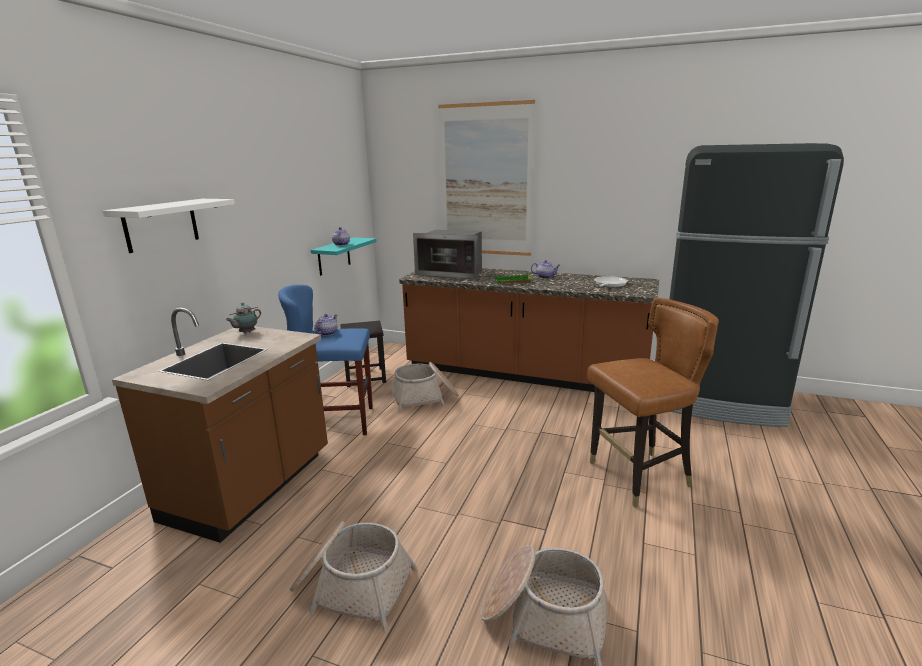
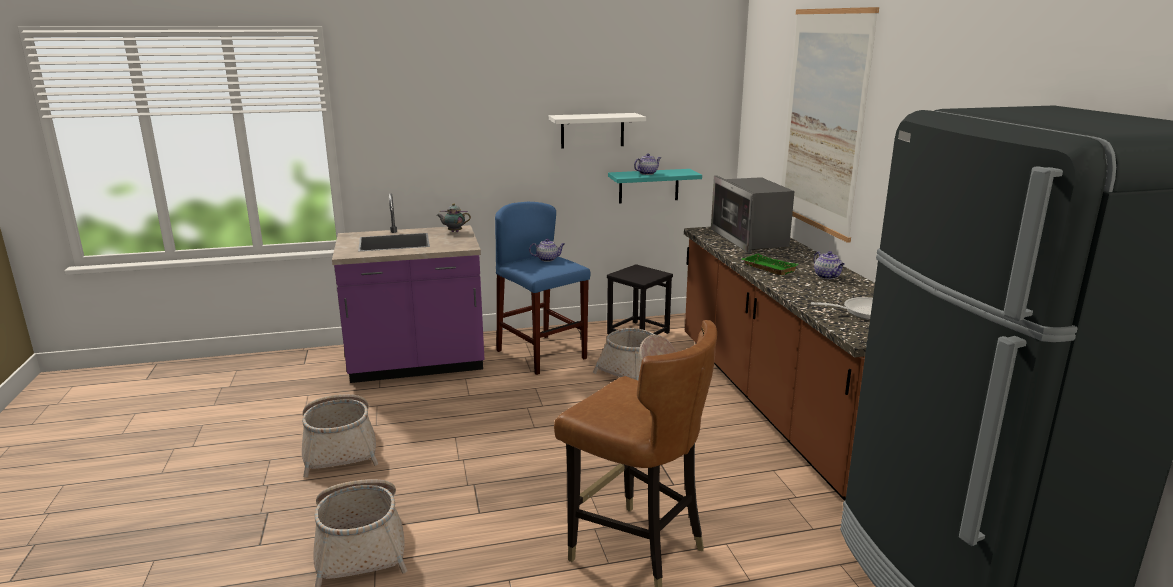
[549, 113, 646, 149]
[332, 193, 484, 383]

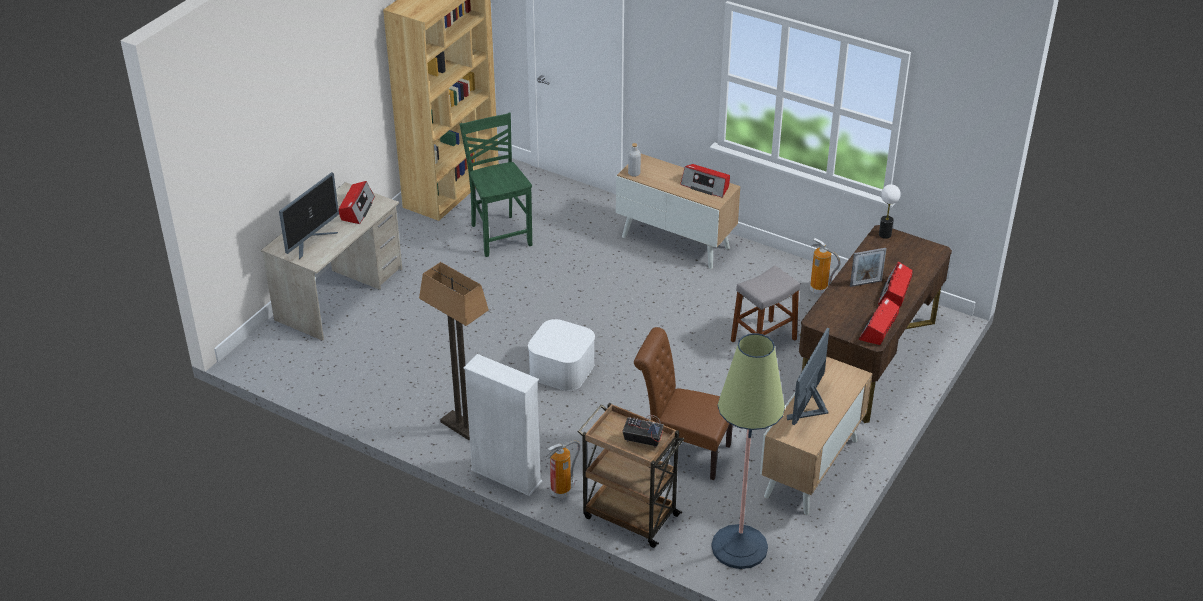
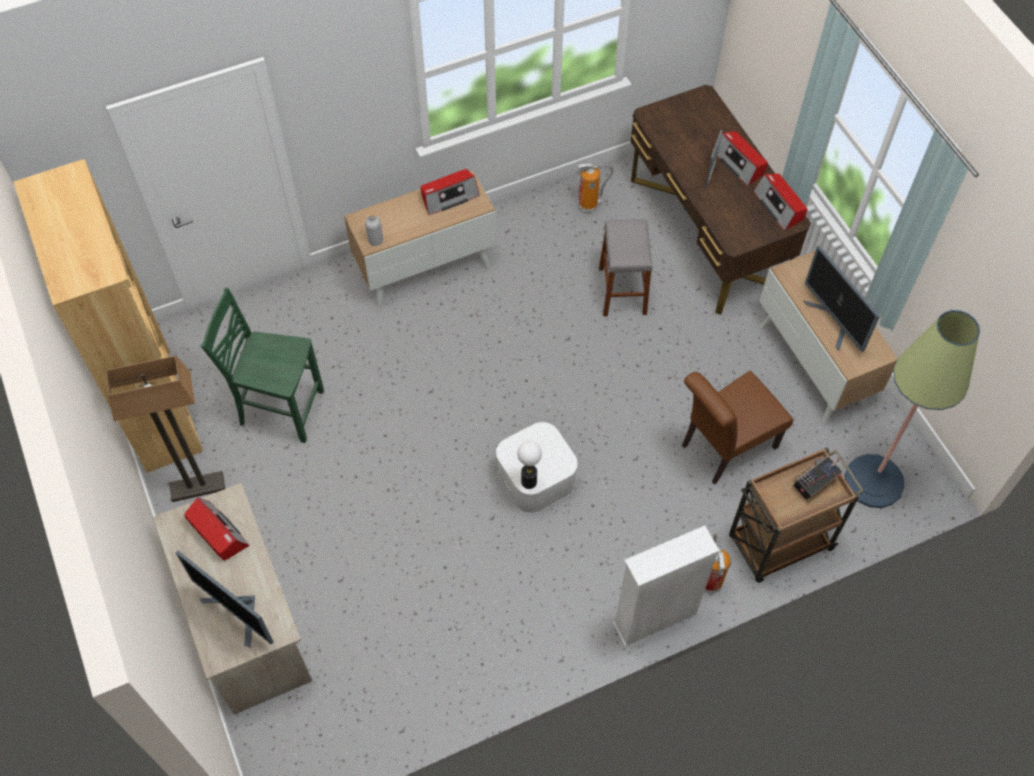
[176, 551, 273, 648]
[517, 441, 542, 489]
[106, 356, 225, 502]

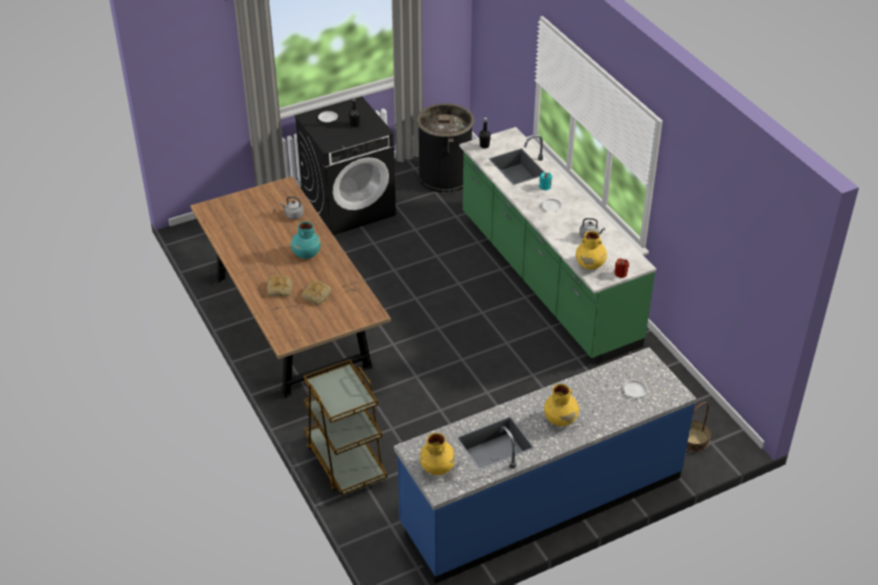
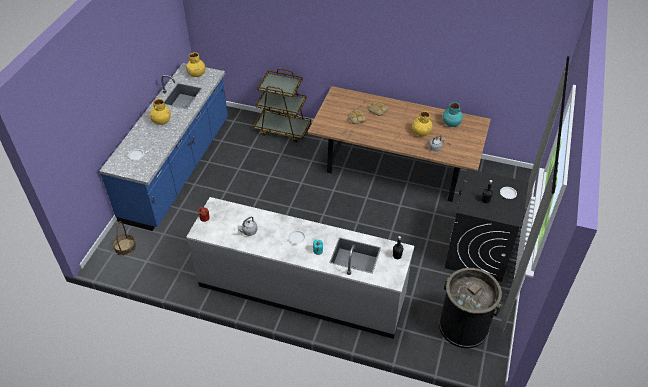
[186, 197, 414, 339]
[442, 102, 463, 127]
[412, 111, 433, 136]

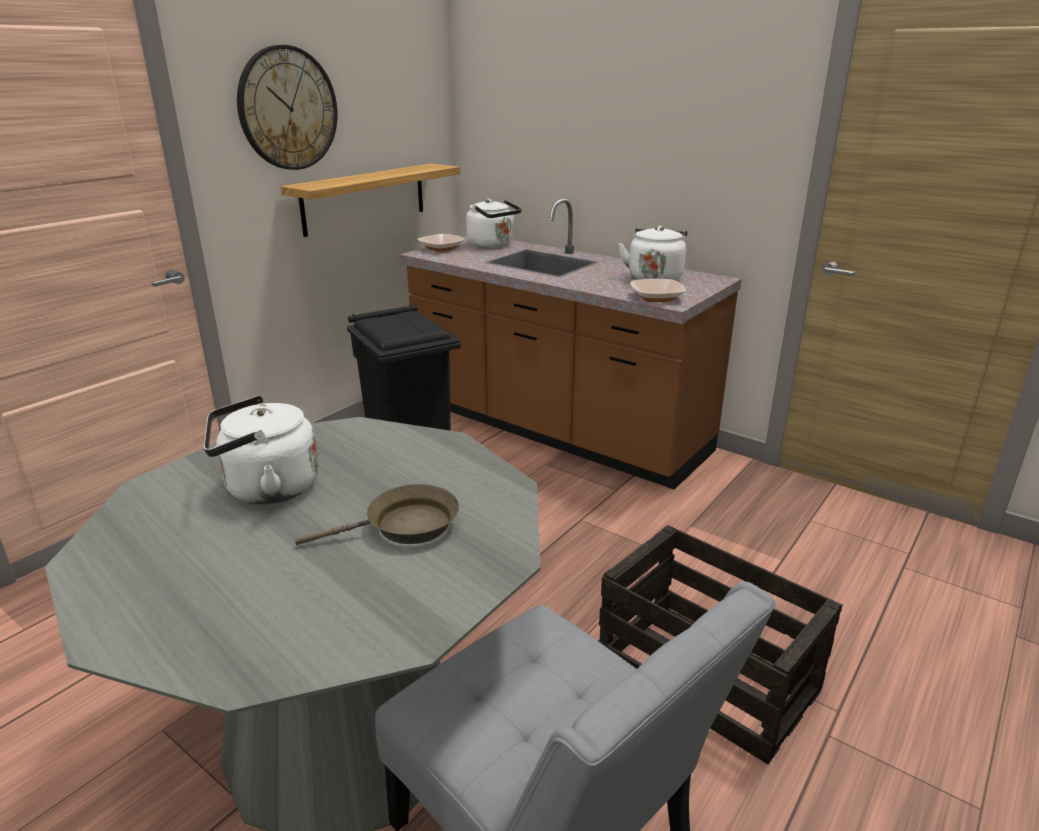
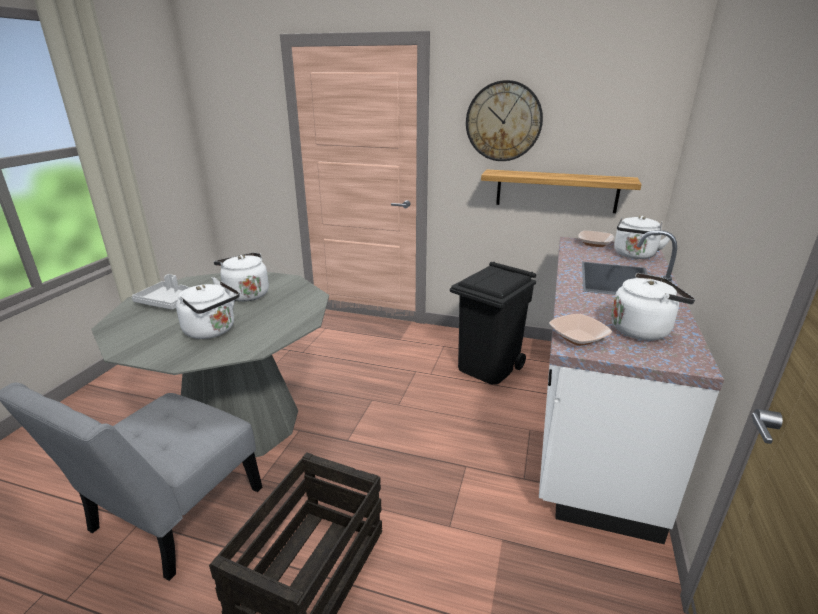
[539, 230, 724, 544]
[176, 281, 240, 339]
[132, 274, 190, 310]

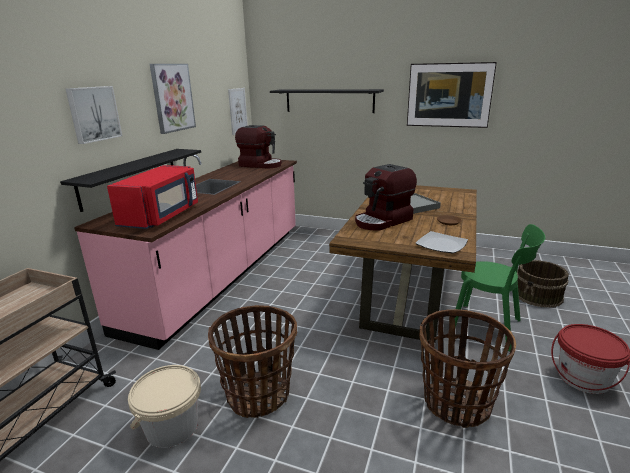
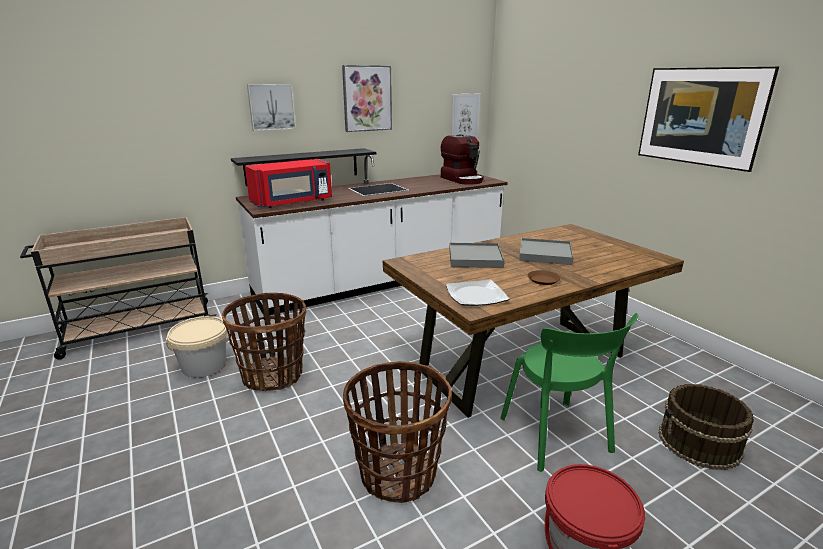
[270, 89, 384, 113] (first image)
[236, 155, 508, 315]
[449, 243, 505, 268]

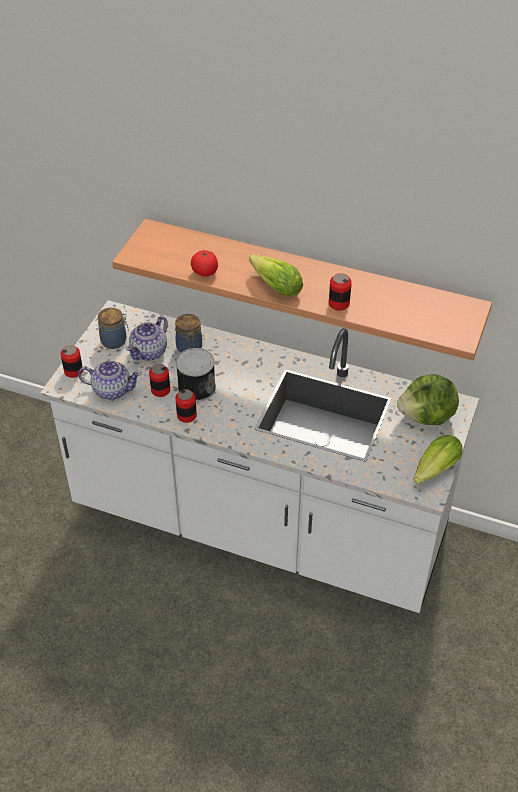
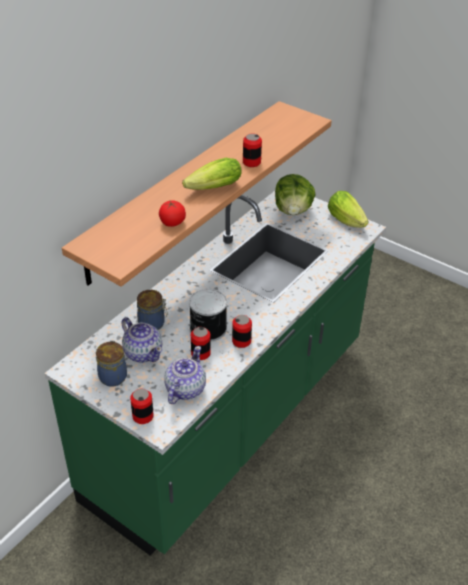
[44, 191, 386, 556]

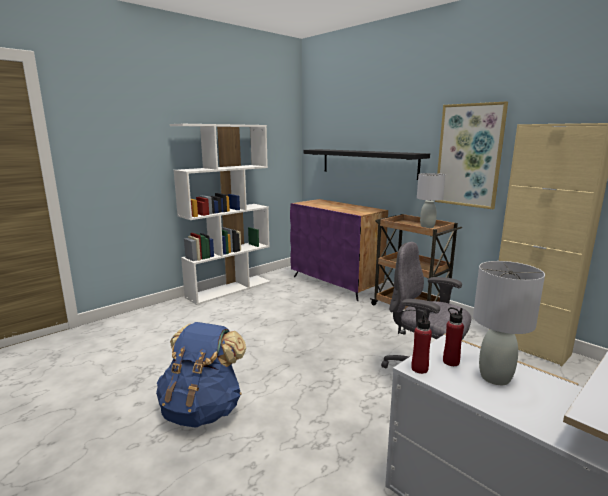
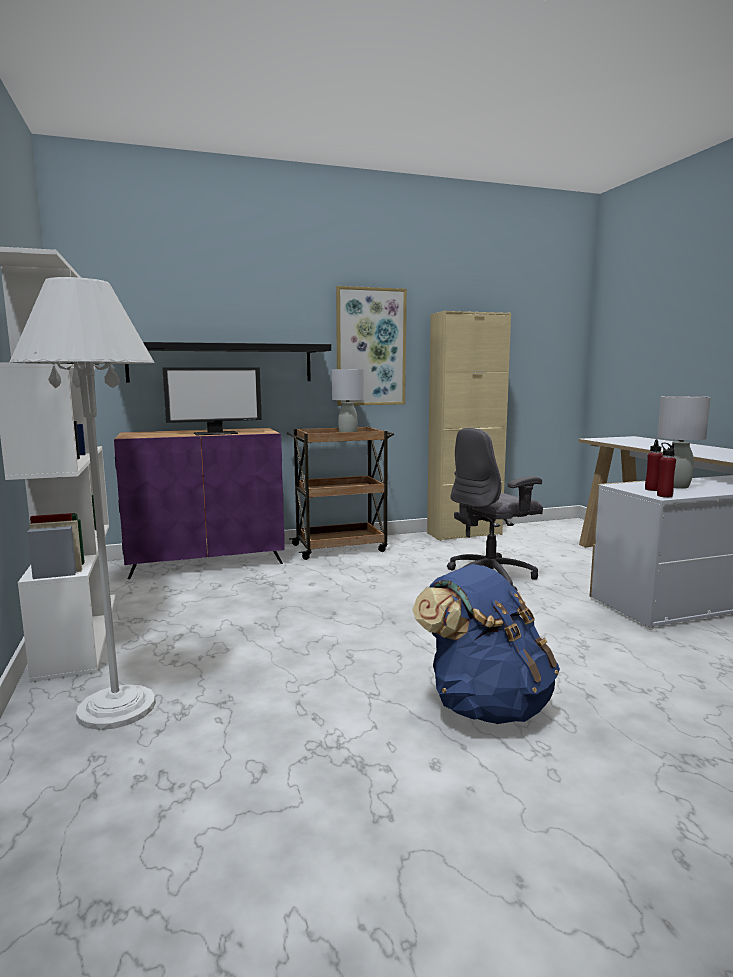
[9, 277, 156, 730]
[162, 368, 262, 436]

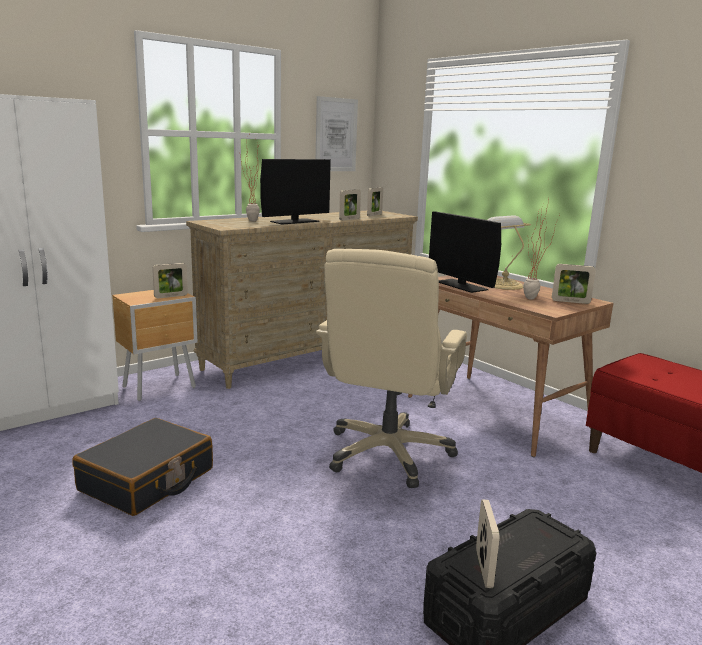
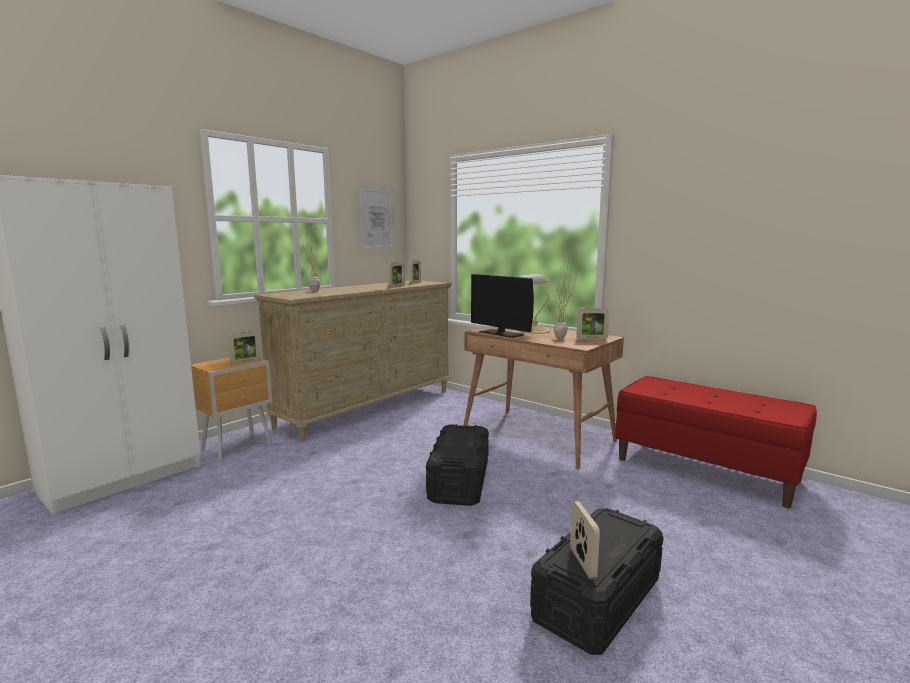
[260, 159, 331, 225] (first image)
[426, 424, 489, 506]
[72, 418, 213, 516] (first image)

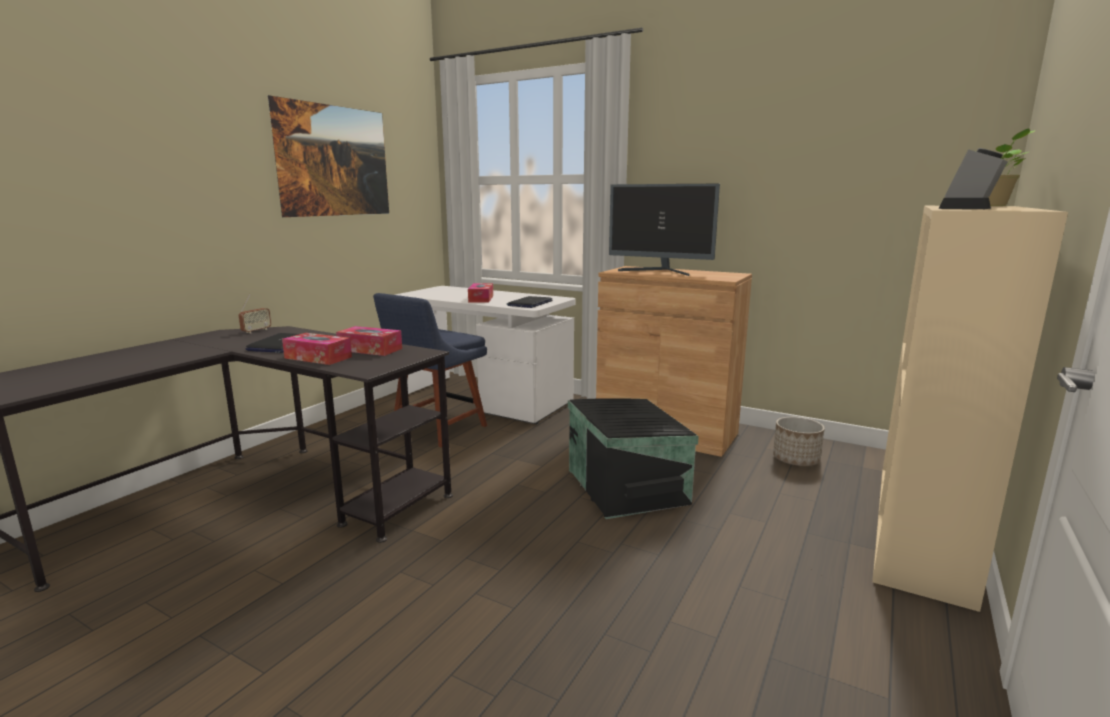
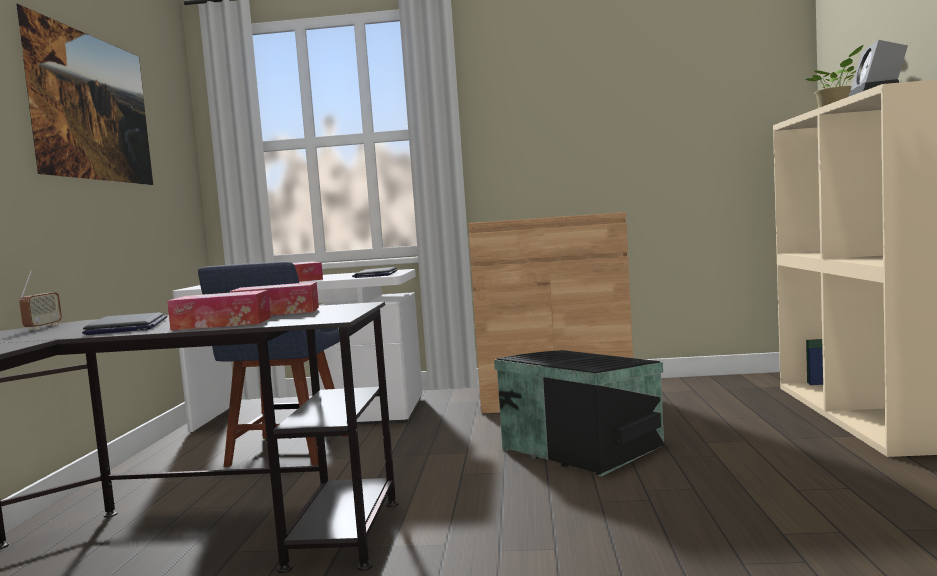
[609, 184, 720, 276] (first image)
[773, 417, 825, 466] (first image)

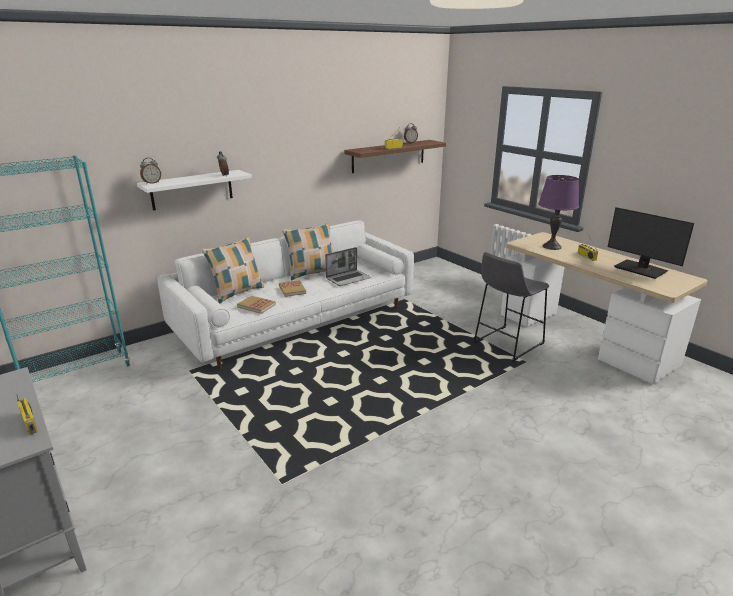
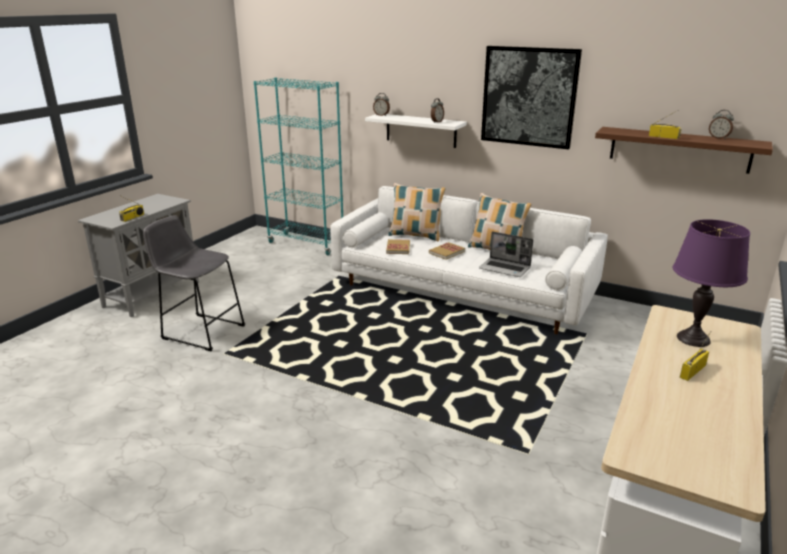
[608, 207, 694, 279] (first image)
[143, 215, 245, 351]
[481, 46, 582, 149]

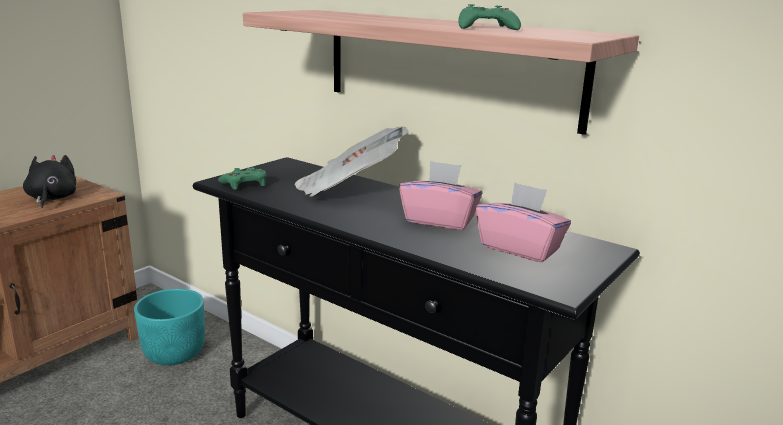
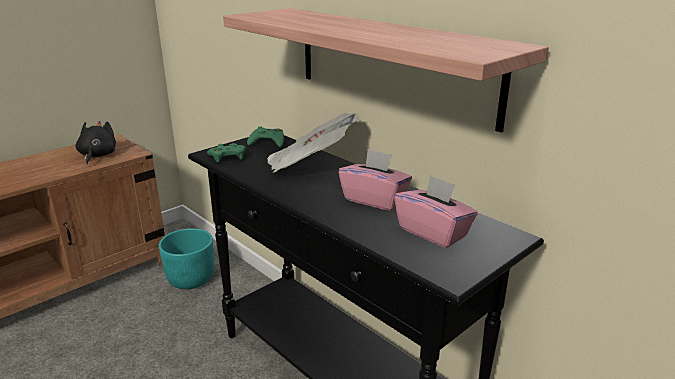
[247, 126, 284, 147]

